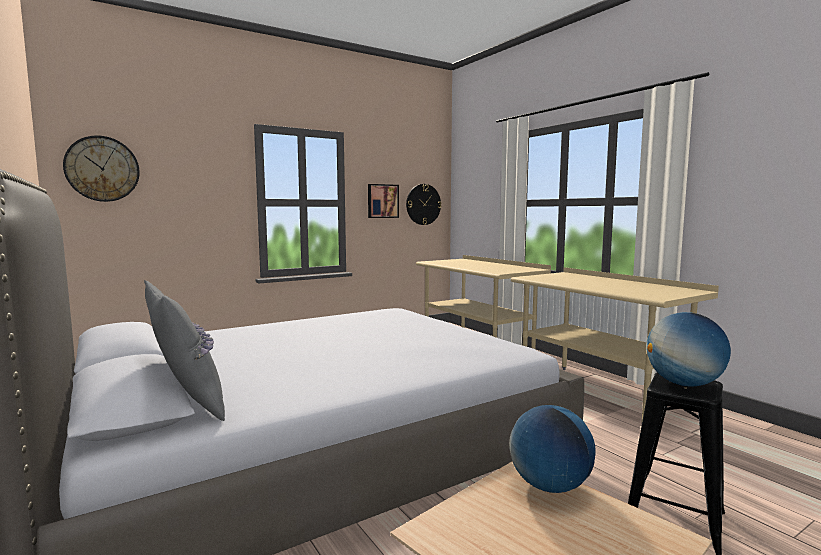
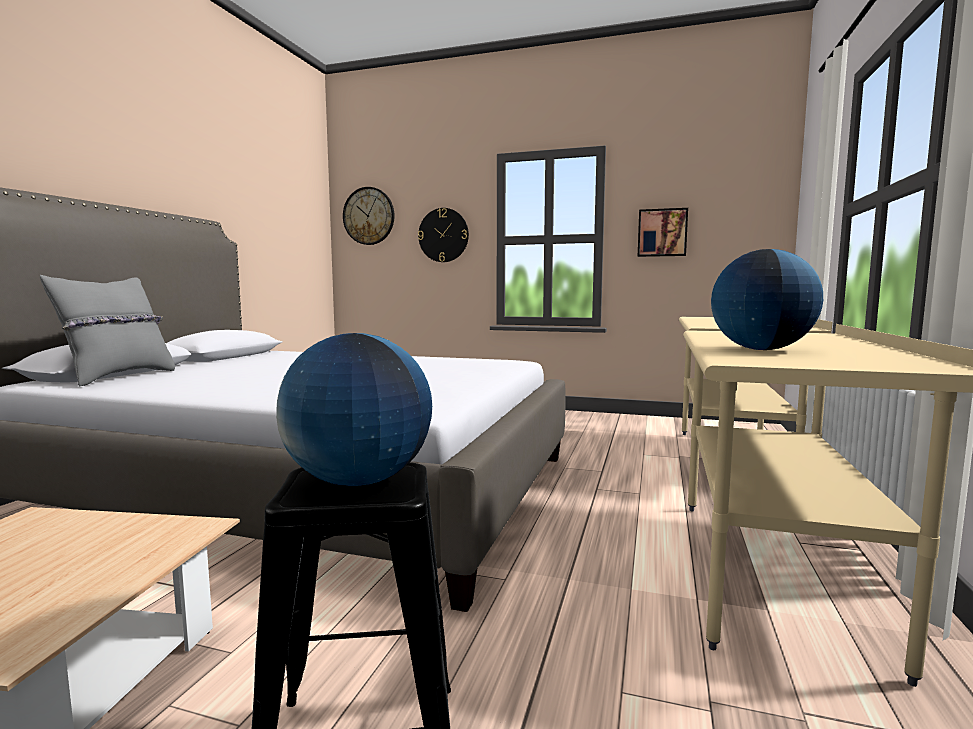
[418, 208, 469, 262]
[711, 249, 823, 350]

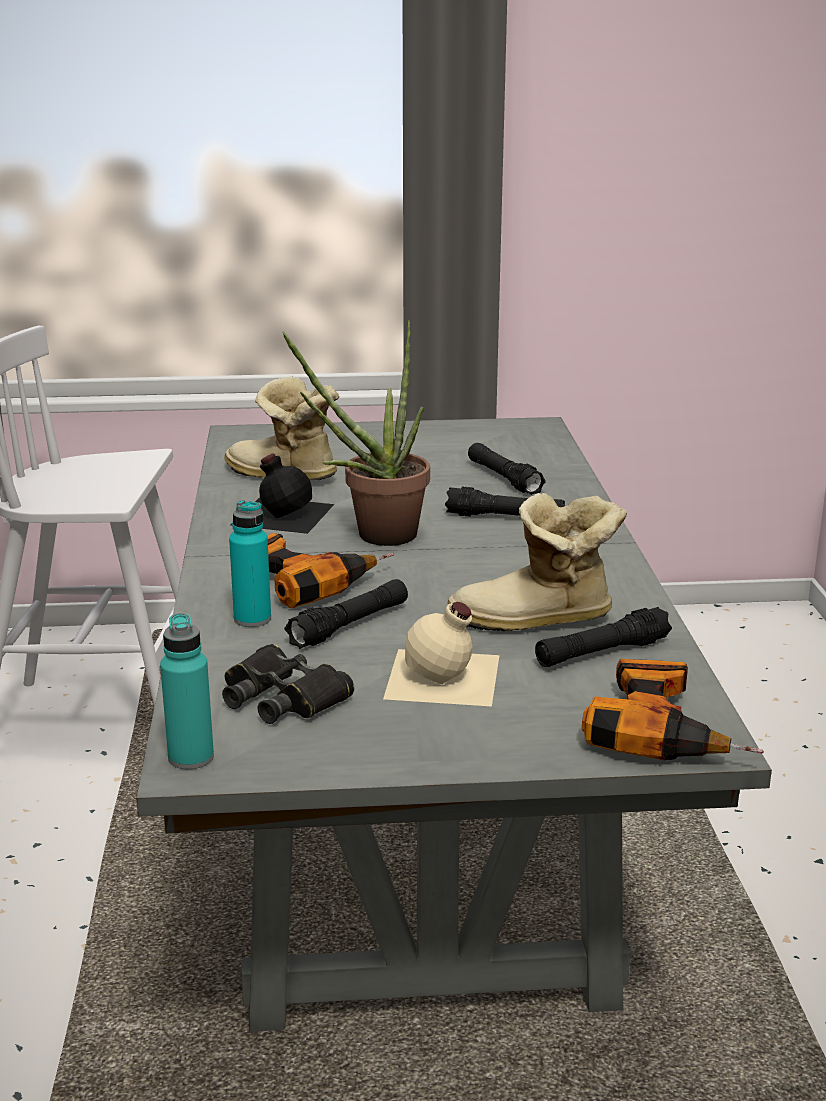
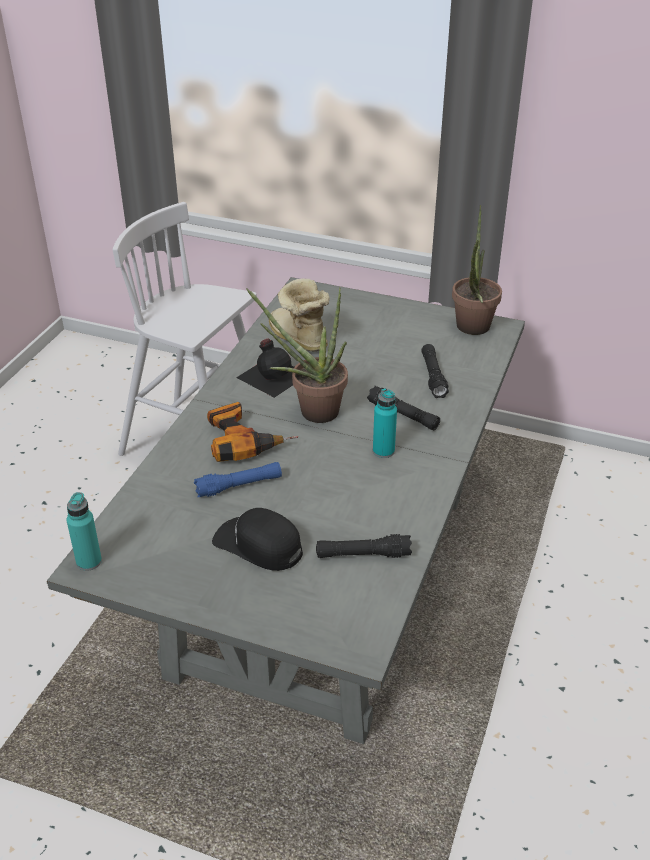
[448, 493, 627, 631] (first image)
[373, 388, 397, 458]
[194, 462, 282, 497]
[212, 508, 303, 571]
[222, 644, 354, 724] (first image)
[582, 659, 764, 760] (first image)
[452, 205, 502, 335]

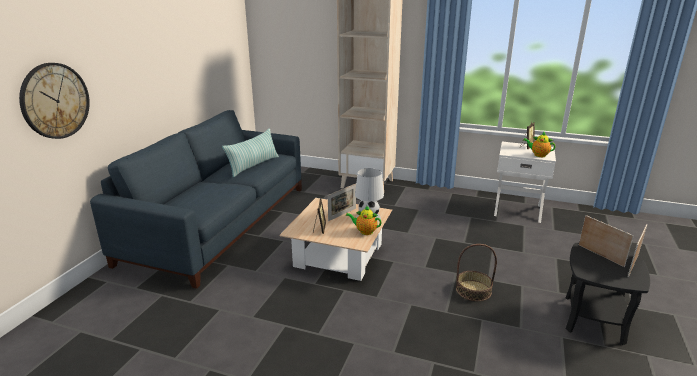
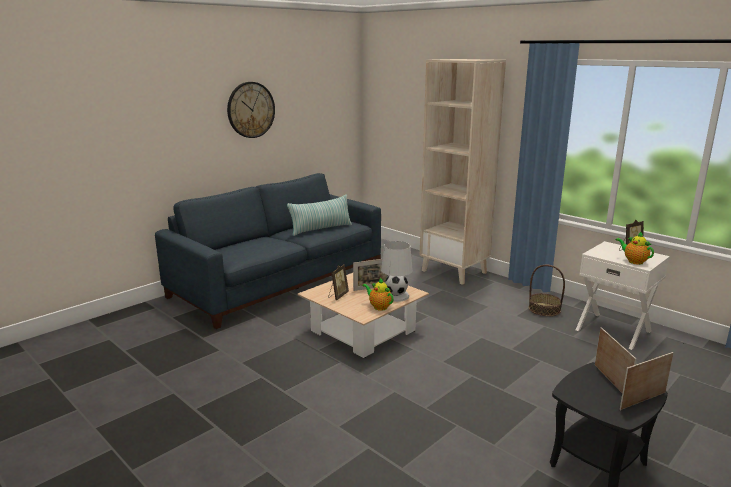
[227, 82, 275, 138]
[529, 265, 565, 316]

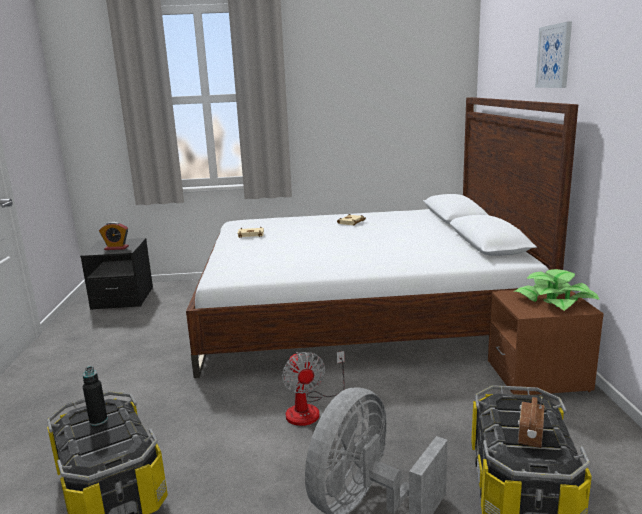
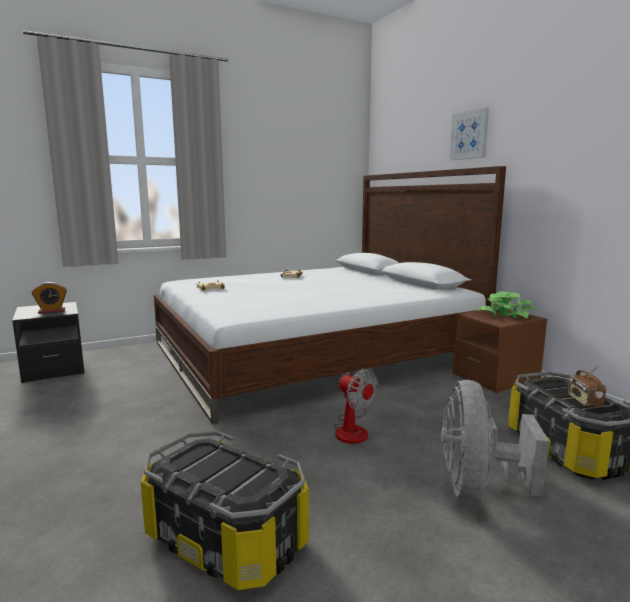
[83, 366, 108, 426] (first image)

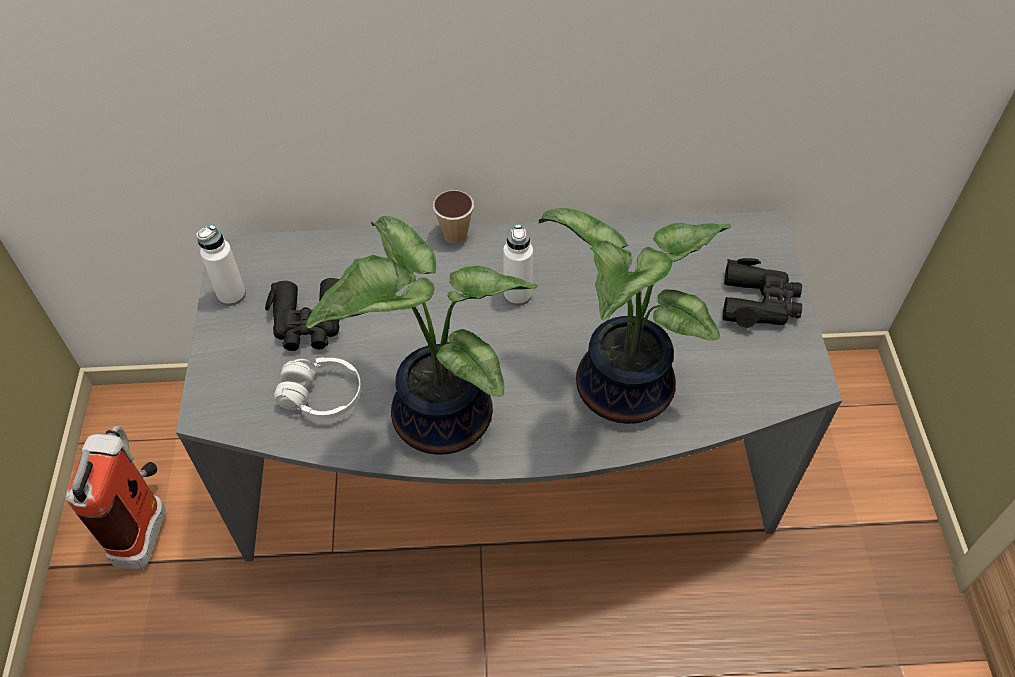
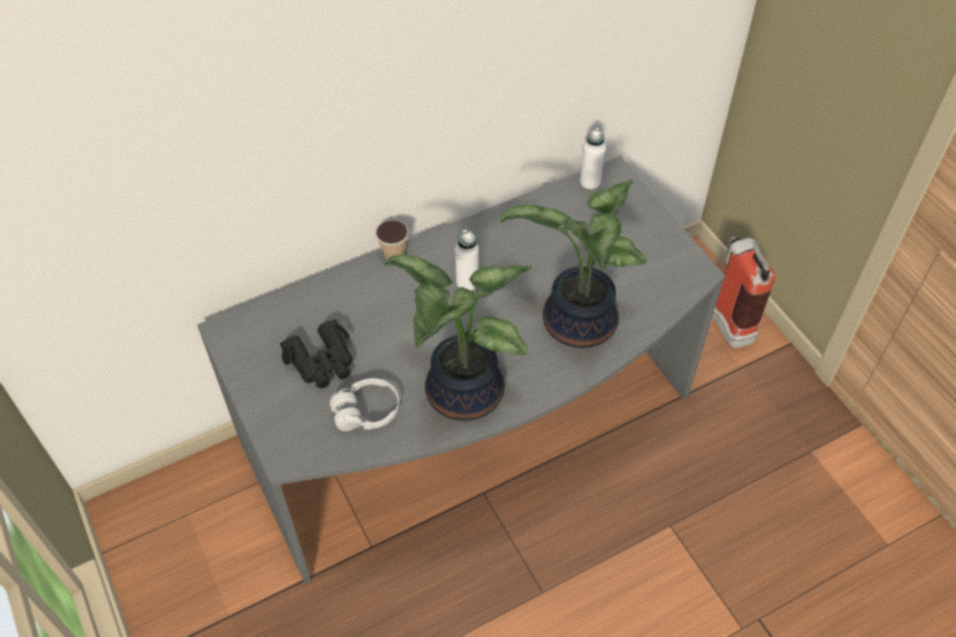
[580, 128, 605, 191]
[723, 258, 802, 328] (first image)
[713, 237, 775, 348]

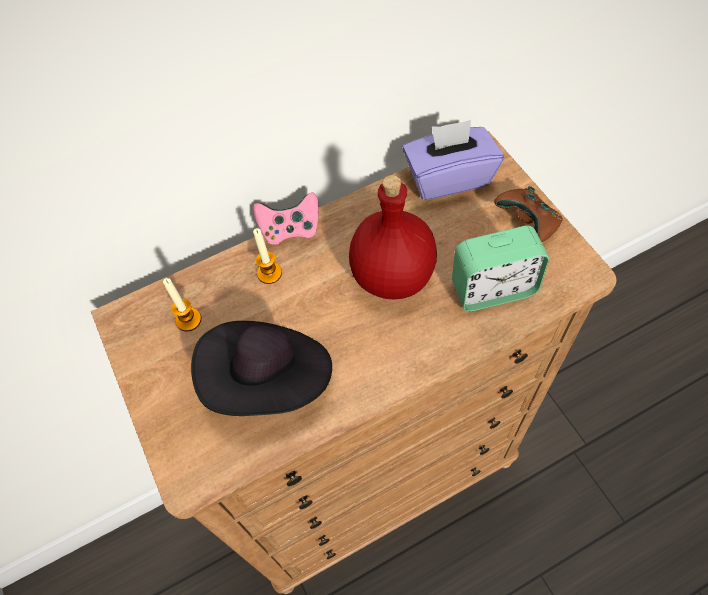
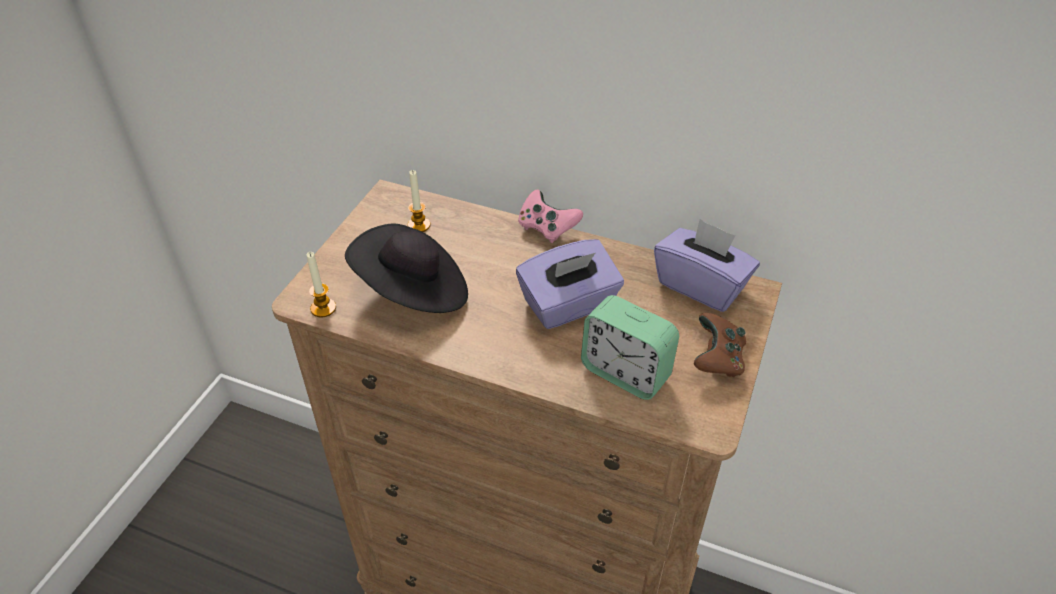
[516, 239, 624, 329]
[307, 252, 336, 317]

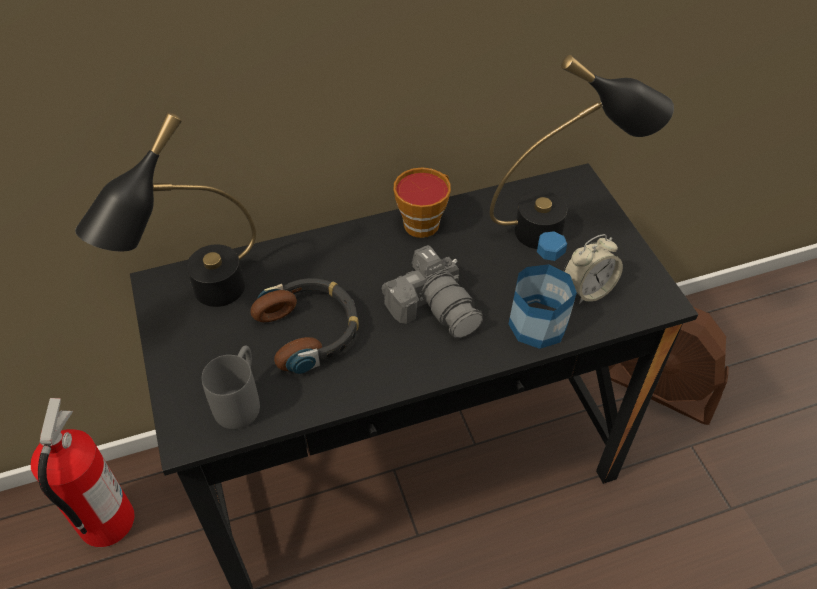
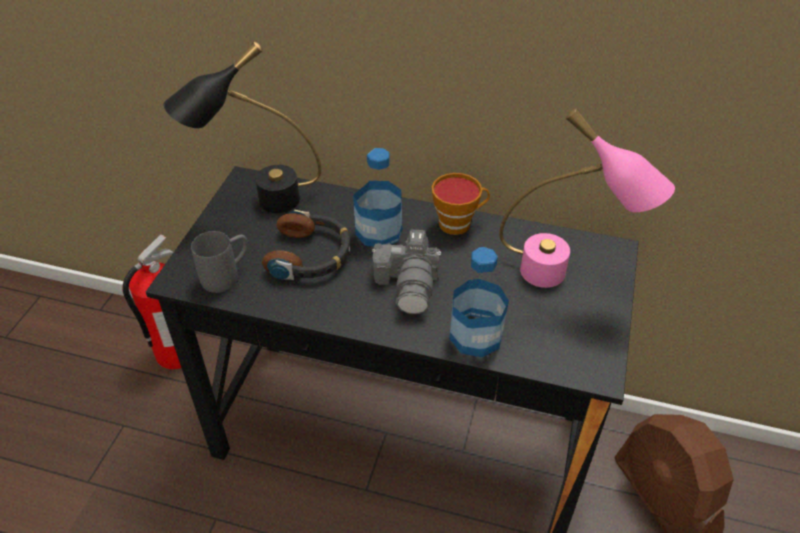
[499, 109, 675, 288]
[564, 234, 623, 304] (first image)
[353, 148, 402, 247]

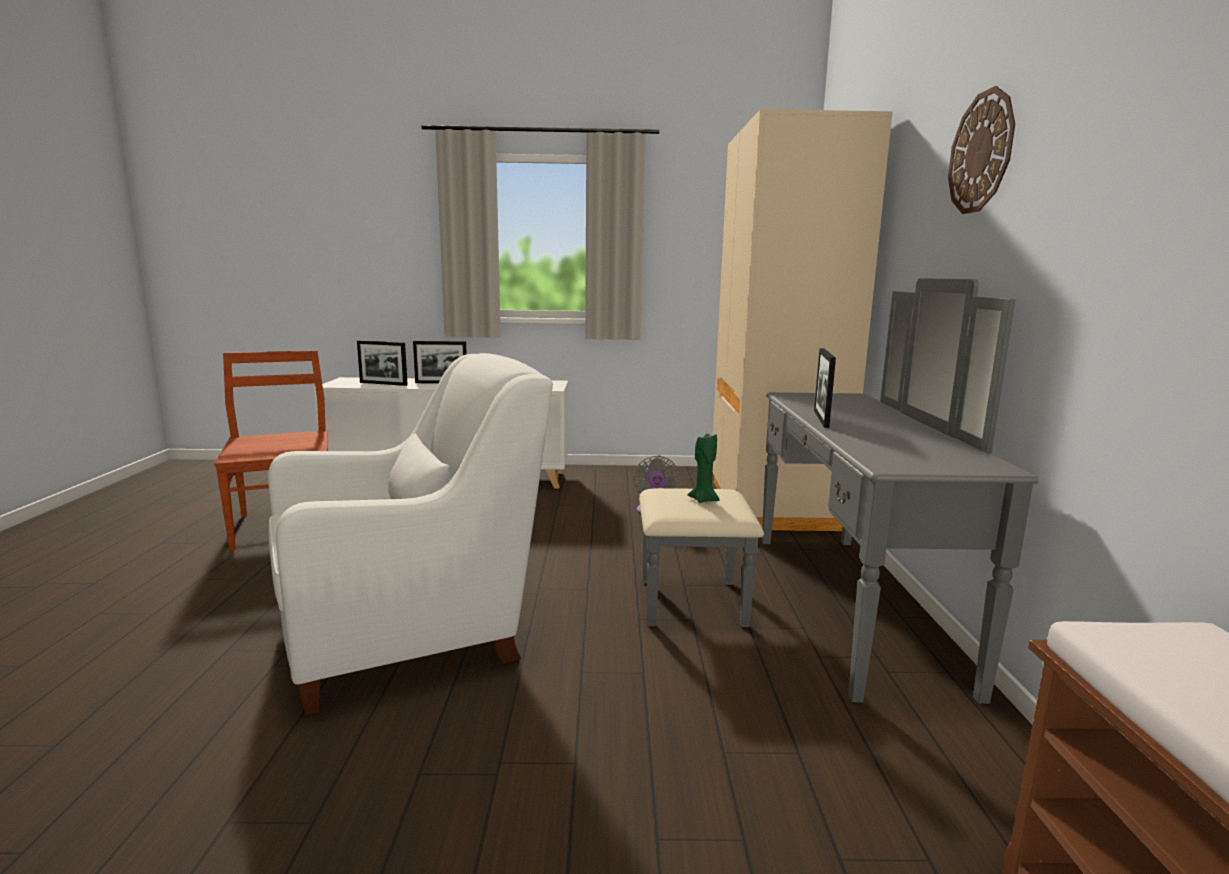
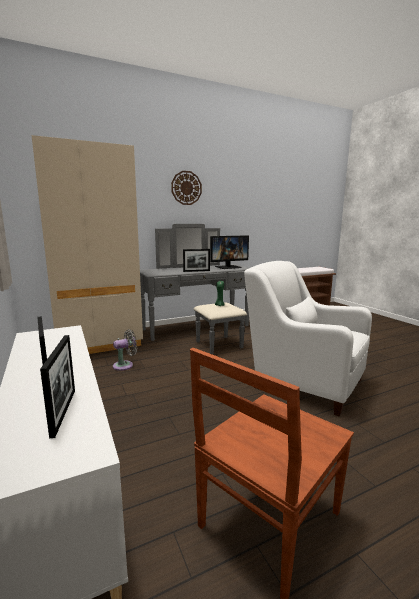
[210, 235, 249, 269]

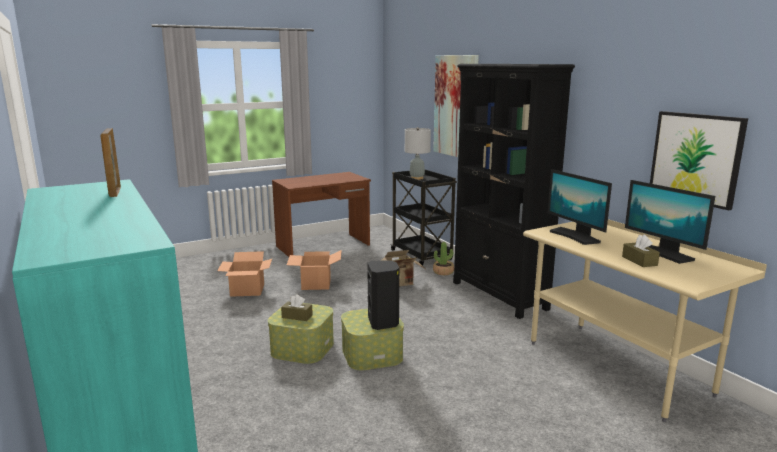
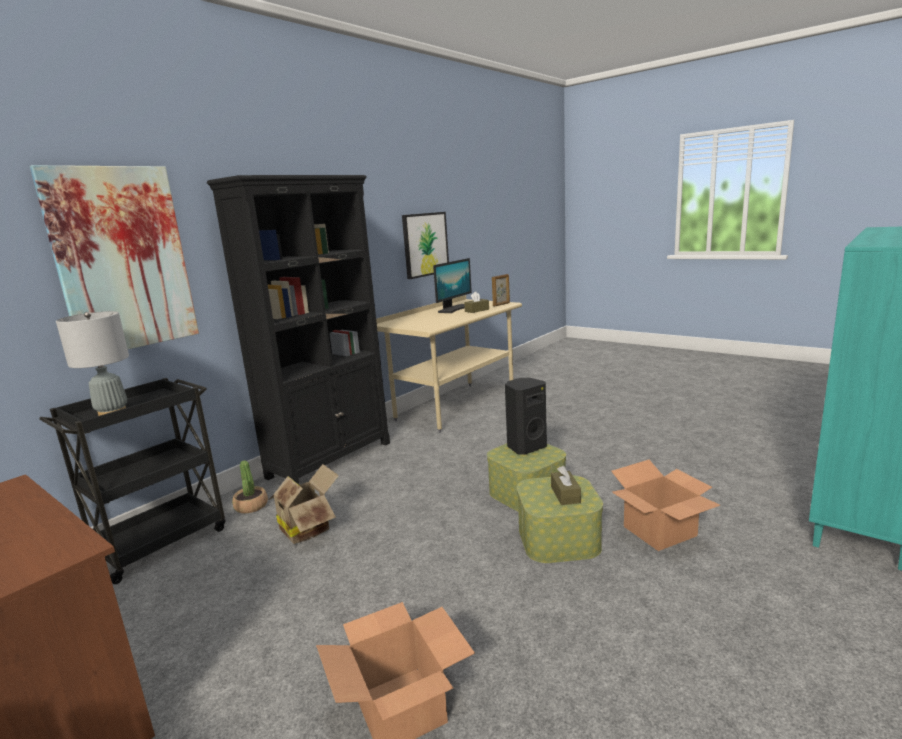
[492, 274, 510, 307]
[548, 169, 612, 245] (first image)
[611, 460, 720, 551]

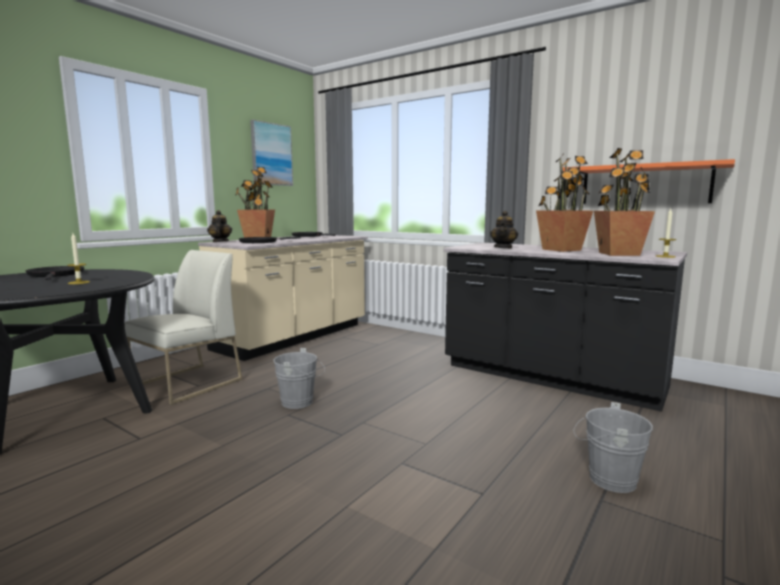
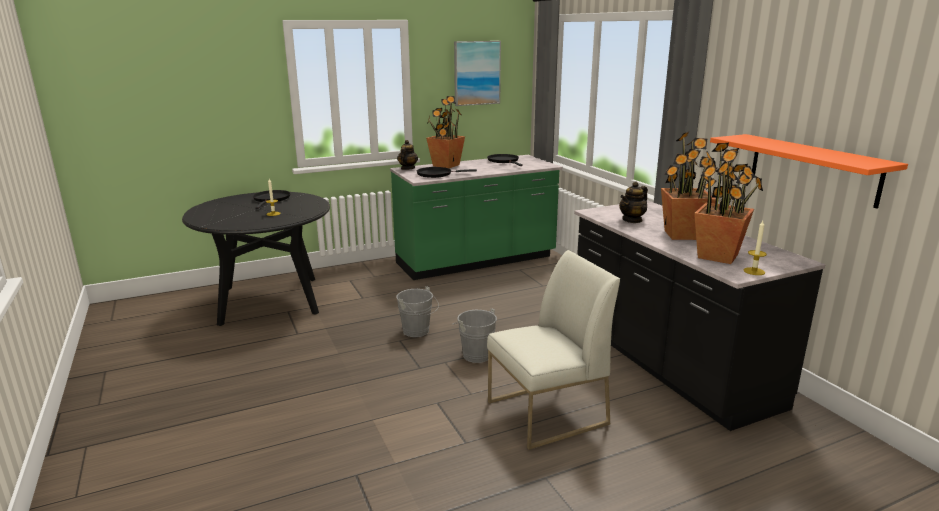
[390, 155, 563, 280]
[487, 250, 620, 450]
[452, 308, 497, 363]

